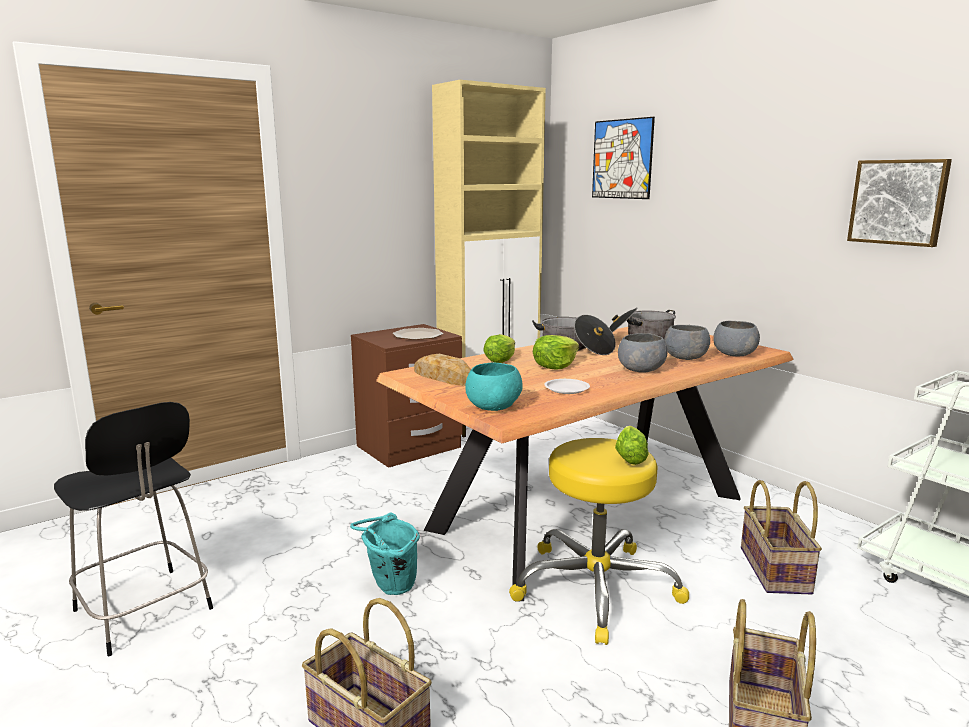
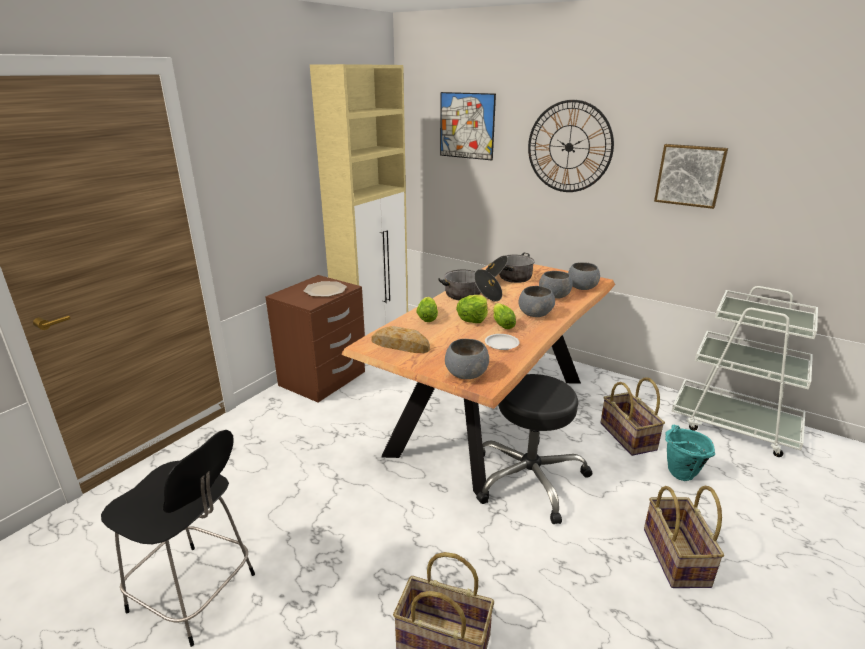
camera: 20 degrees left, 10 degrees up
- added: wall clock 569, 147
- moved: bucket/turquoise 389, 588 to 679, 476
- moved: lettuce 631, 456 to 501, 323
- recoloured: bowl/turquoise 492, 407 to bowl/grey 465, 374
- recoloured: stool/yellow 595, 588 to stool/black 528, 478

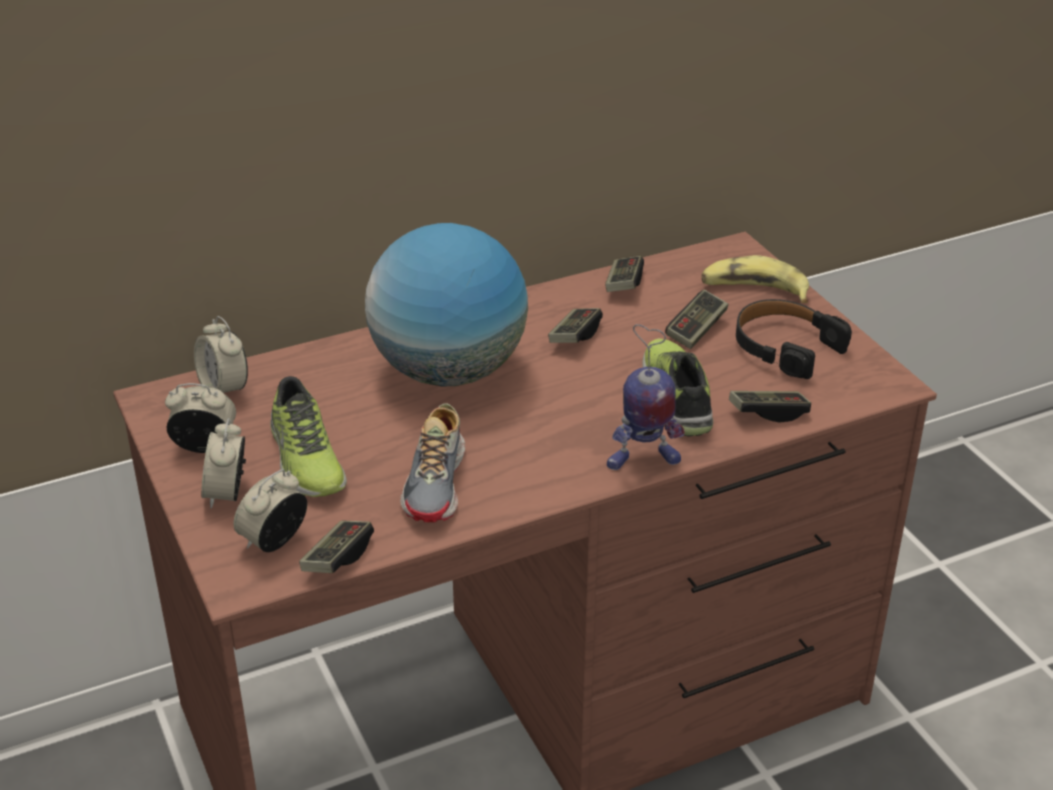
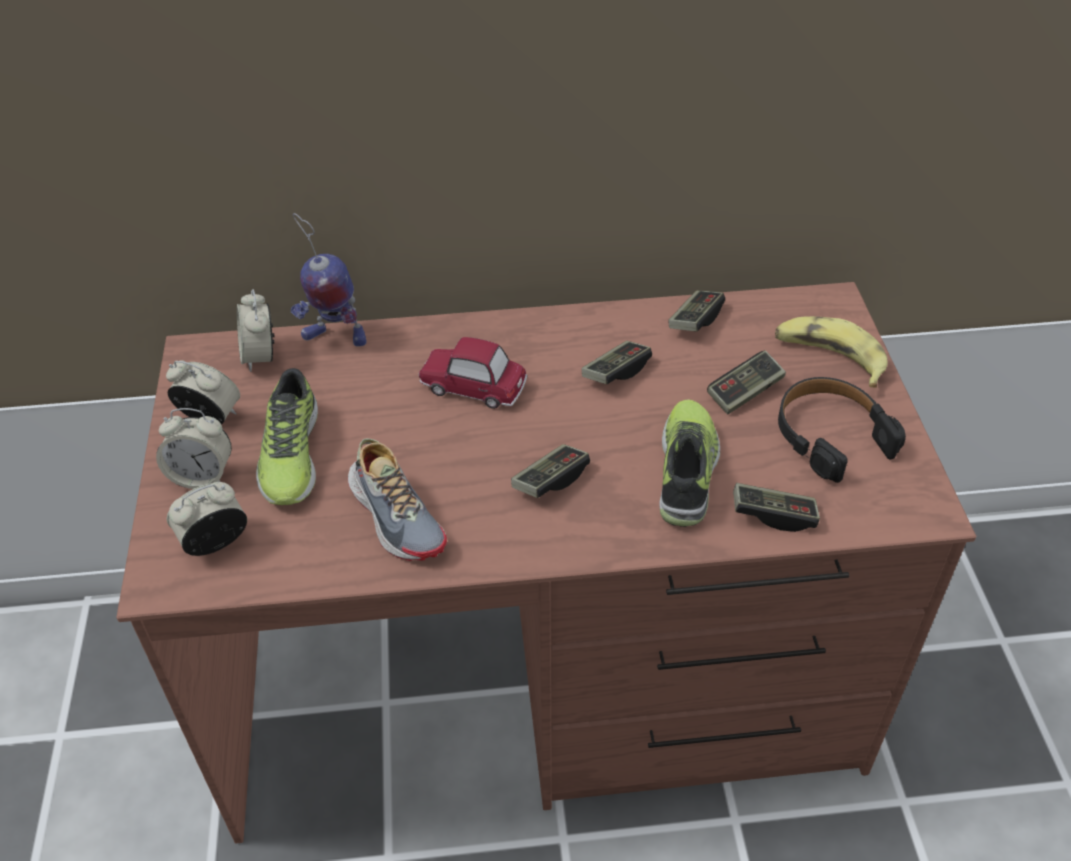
camera: 20 degrees right, 10 degrees up
- moved: game controller 337, 558 to 550, 480
- moved: toy robot 642, 460 to 334, 337
- replaced: globe 449, 371 to toy car 473, 385
- turned: alarm clock 227, 493 = 202, 476 105 degrees counterclockwise
- turned: shoe 437, 483 = 397, 515 60 degrees counterclockwise

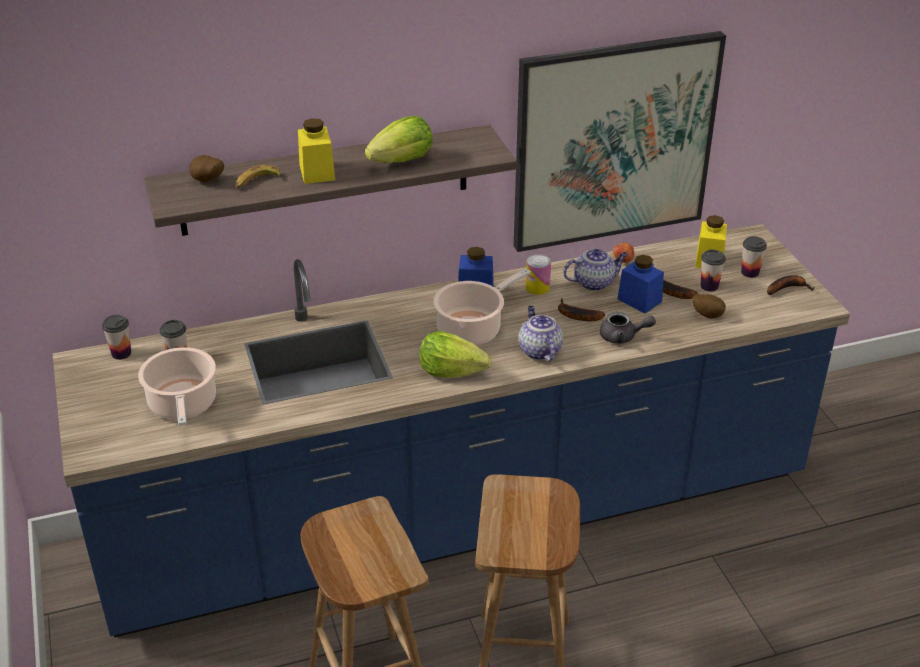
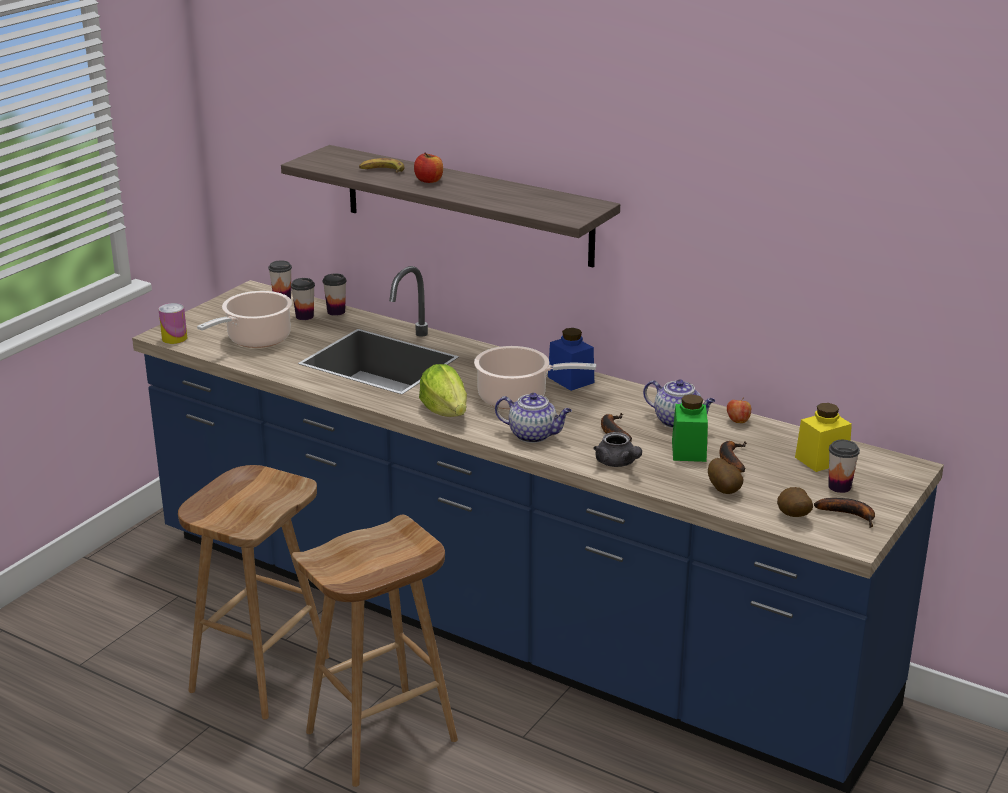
camera: 50 degrees right, 10 degrees down
- removed: lettuce 402, 161
- removed: picture 613, 141
- moved: potato 207, 181 to 792, 517
- moved: can 537, 287 to 174, 338
- moved: cup 709, 286 to 336, 312
- replaced: jar/yellow 317, 172 to apple 429, 180
- recoloured: jar/blue 639, 300 to jar/green 688, 451
- turned: teapot 539, 351 = 534, 435 75 degrees clockwise

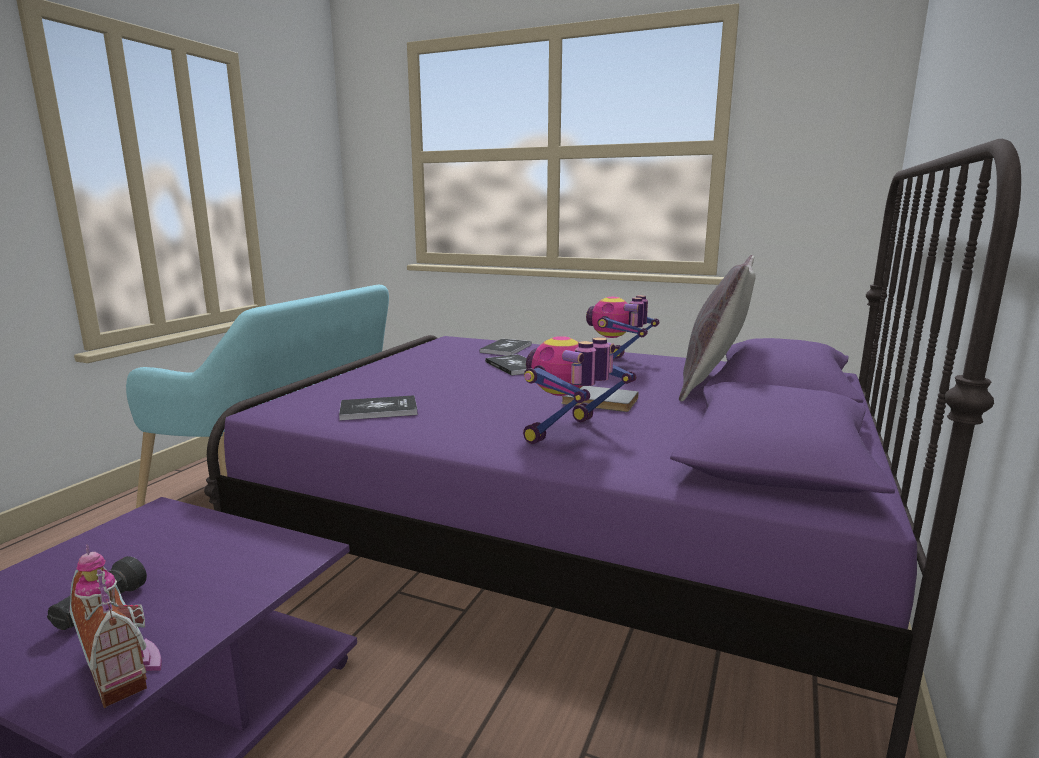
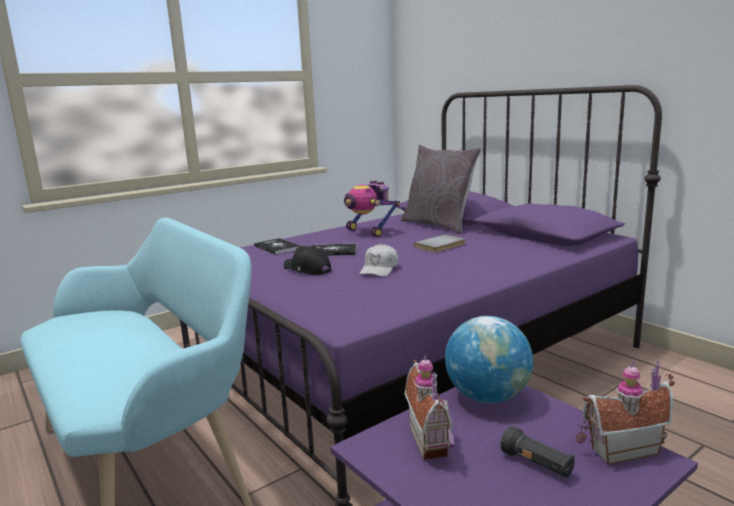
camera: 60 degrees left, 0 degrees up
- removed: book 378, 410
- removed: toy robot 570, 434
- added: cap/black 307, 269
- added: cap/white 379, 269
- added: toy house 433, 440
- added: globe 487, 397

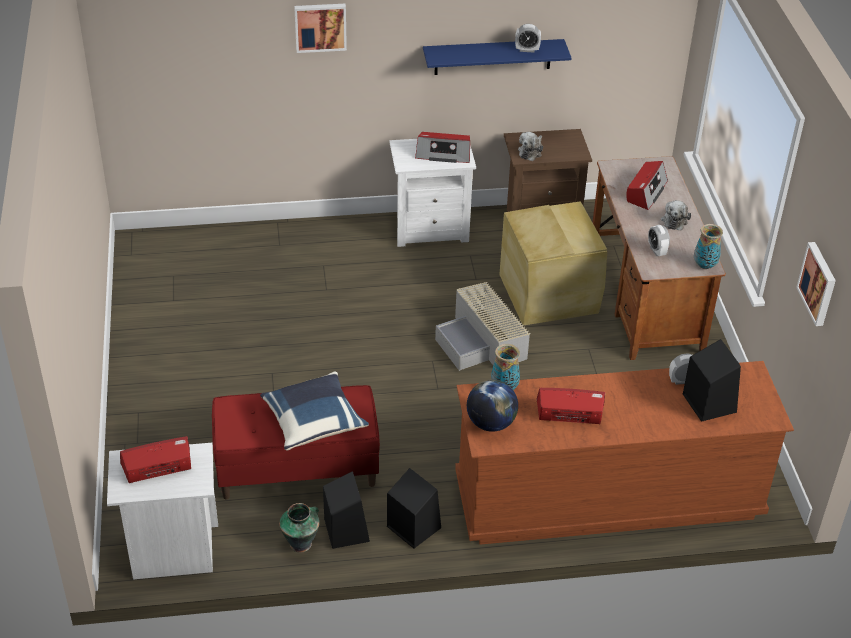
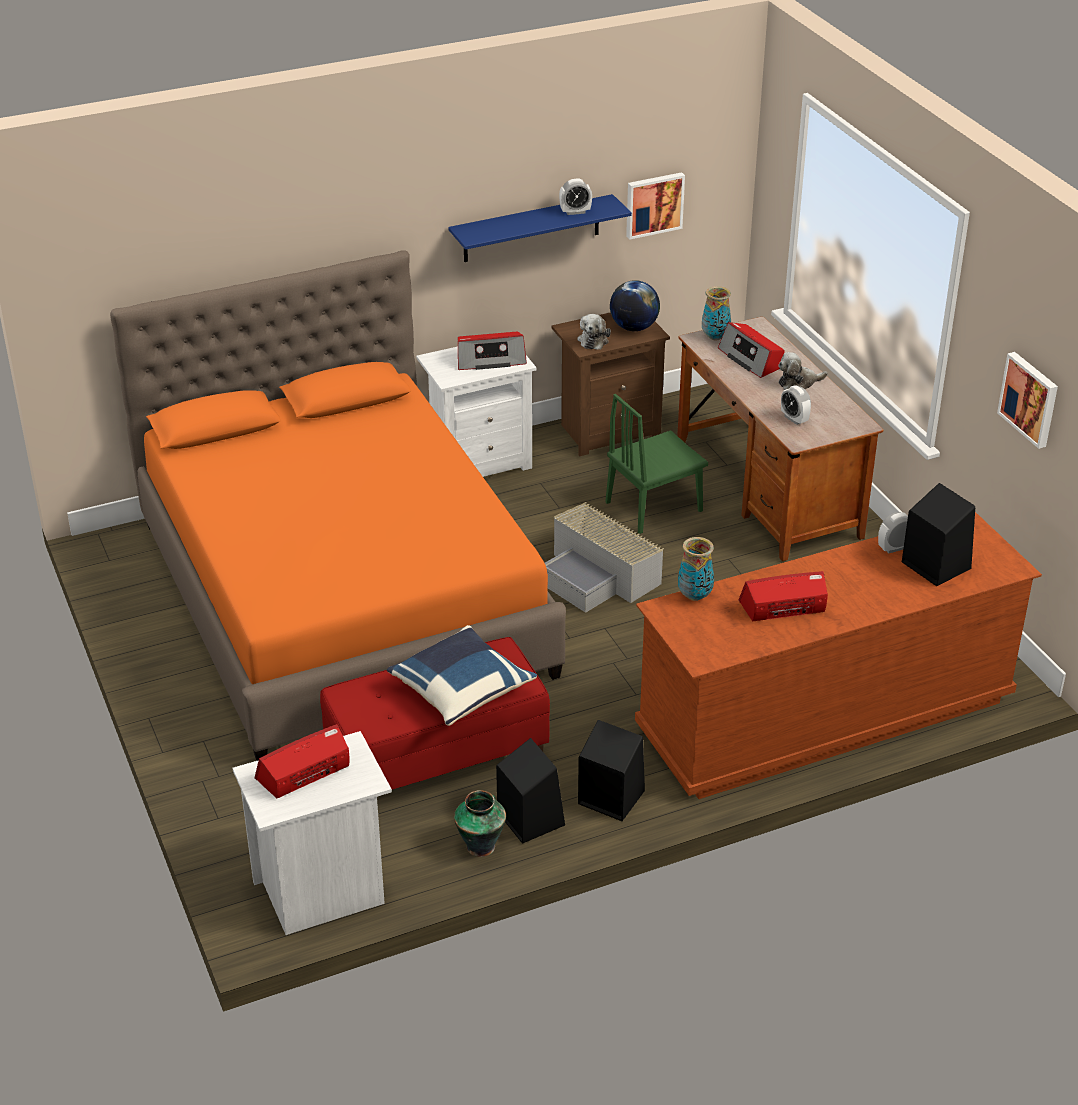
camera: 15 degrees left, 5 degrees down
- added: bed/orange 343, 596
- moved: picture 320, 26 to 653, 204
- moved: globe 491, 423 to 634, 328
- moved: vase 705, 265 to 715, 337
- replaced: storage box/beige 549, 292 to chair/green 654, 506
- turned: radio 646, 192 = 751, 359 135 degrees clockwise
- turned: plush toy 674, 220 = 798, 383 75 degrees clockwise

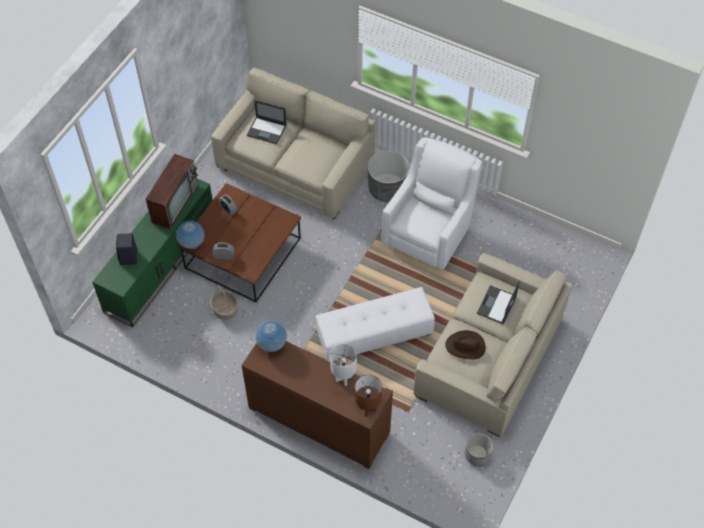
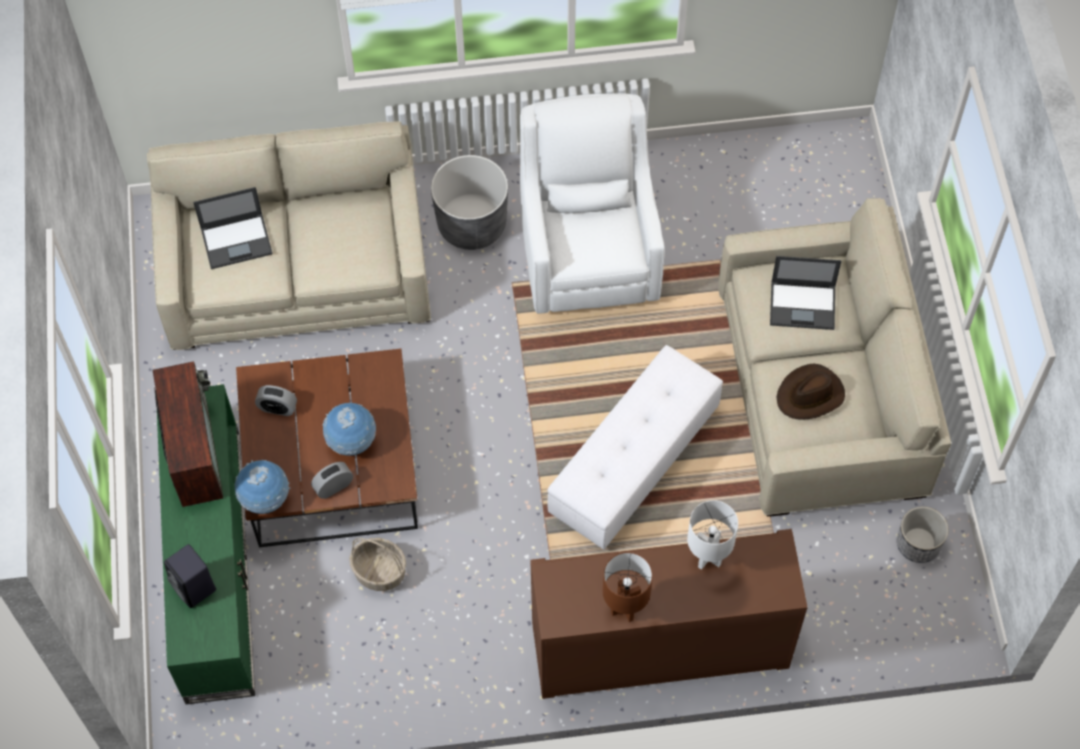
camera: 35 degrees left, 5 degrees up
- moved: globe 272, 345 to 352, 442
- moved: table lamp/brown 368, 409 to 625, 608
- turned: laptop 496, 305 = 803, 305 75 degrees counterclockwise

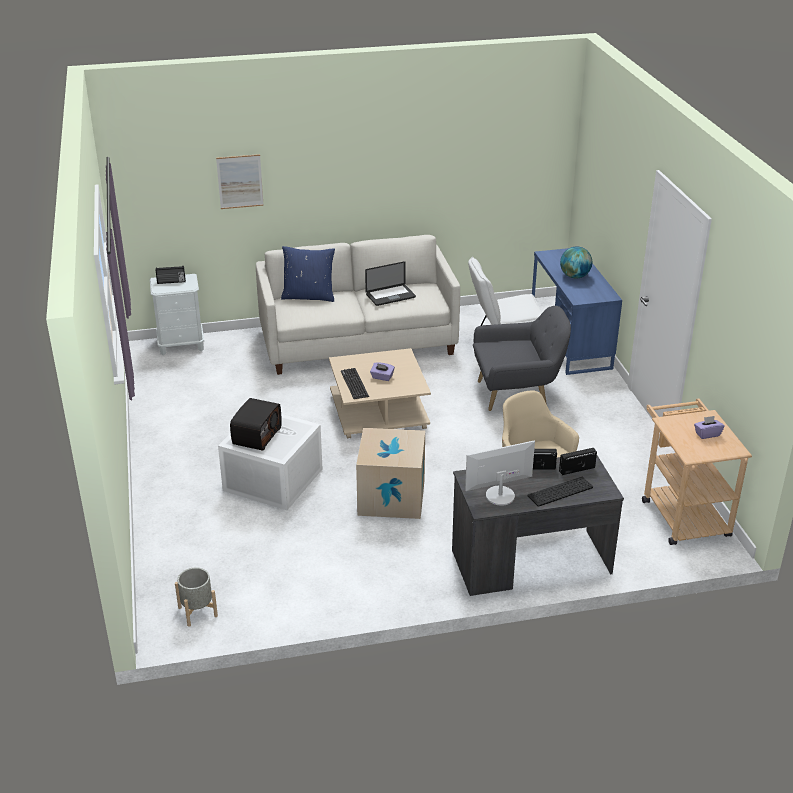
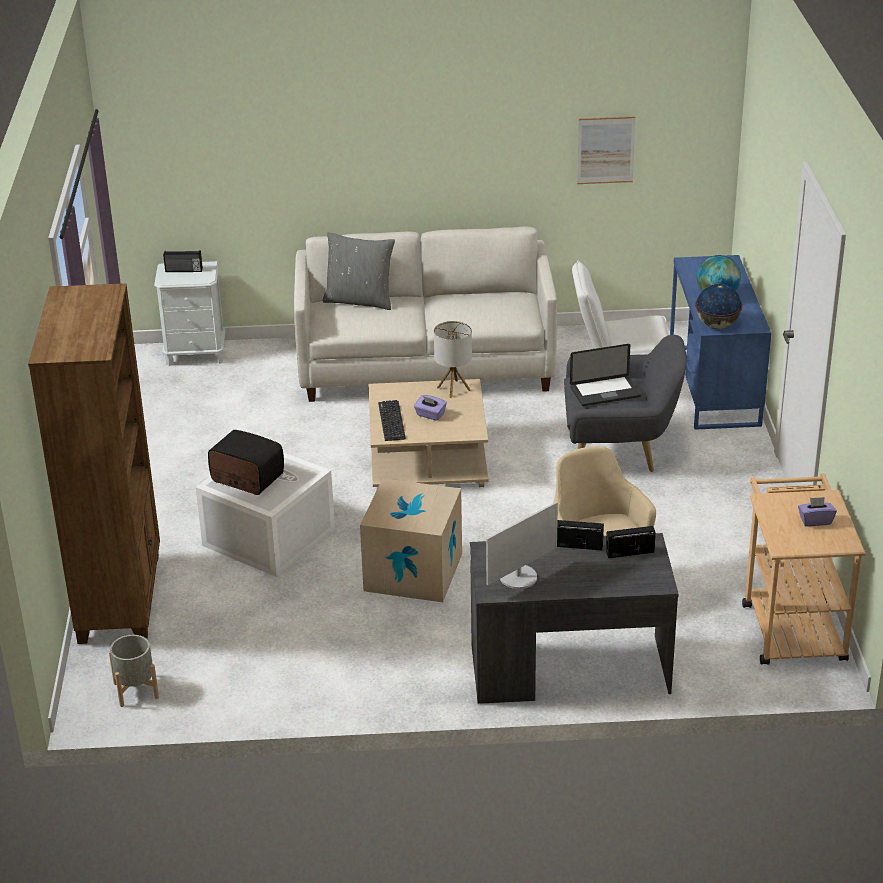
camera: 10 degrees right, 0 degrees up
- removed: keyboard 560, 492
- added: bookcase/brown 121, 597
- added: table lamp 453, 389
- added: globe 717, 325
- moved: picture 240, 181 to 605, 150
- moved: laptop 390, 296 to 605, 392
- recoloured: pillow/blue 309, 296 to pillow/grey 360, 300
- turned: radio 256, 436 = 246, 478 90 degrees counterclockwise
- turned: monitor 499, 495 = 518, 577 150 degrees clockwise

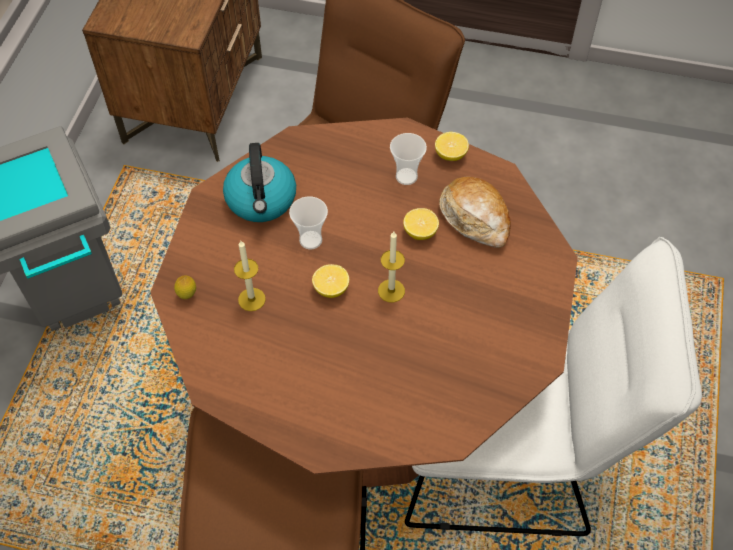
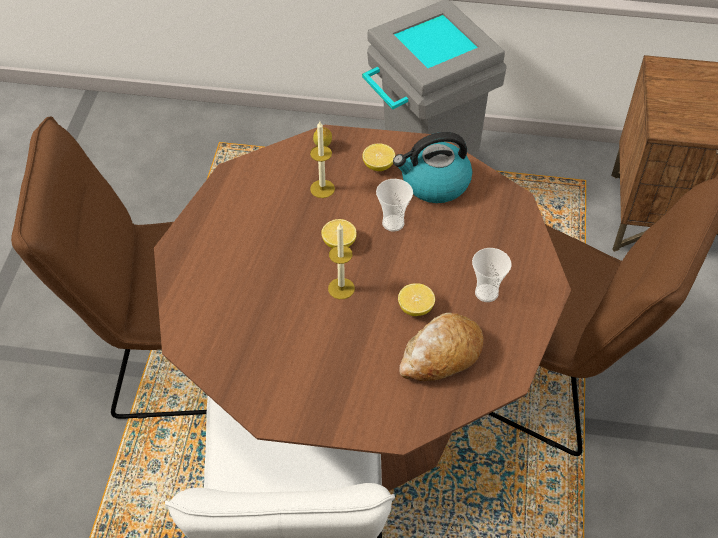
camera: 85 degrees right, 5 degrees down
- moved: lemon 450, 155 to 378, 166

